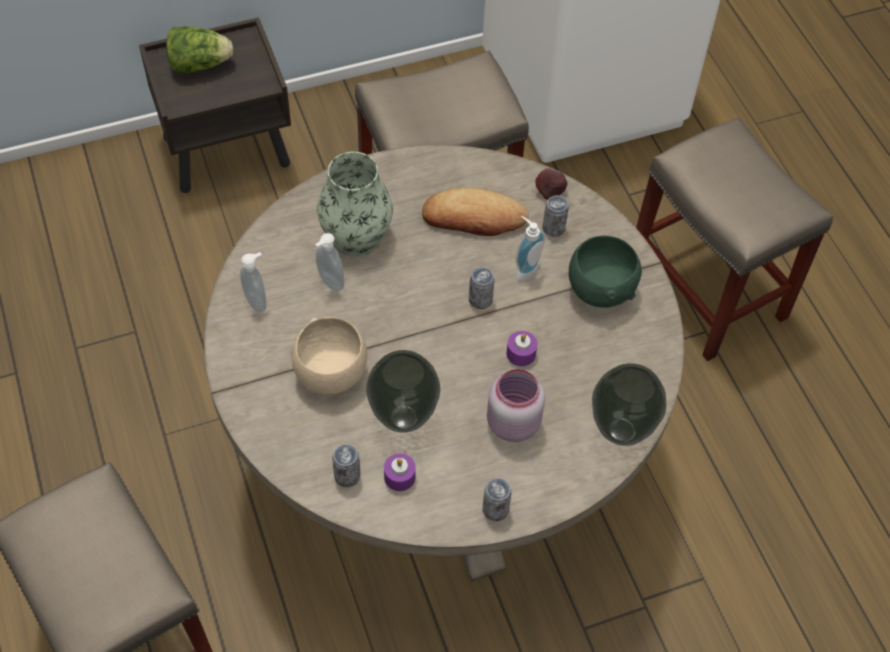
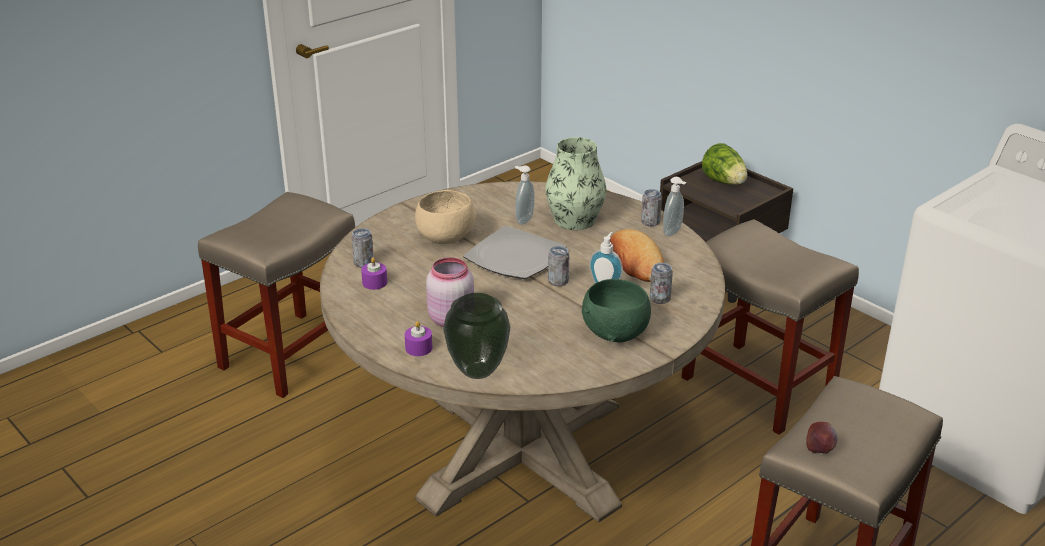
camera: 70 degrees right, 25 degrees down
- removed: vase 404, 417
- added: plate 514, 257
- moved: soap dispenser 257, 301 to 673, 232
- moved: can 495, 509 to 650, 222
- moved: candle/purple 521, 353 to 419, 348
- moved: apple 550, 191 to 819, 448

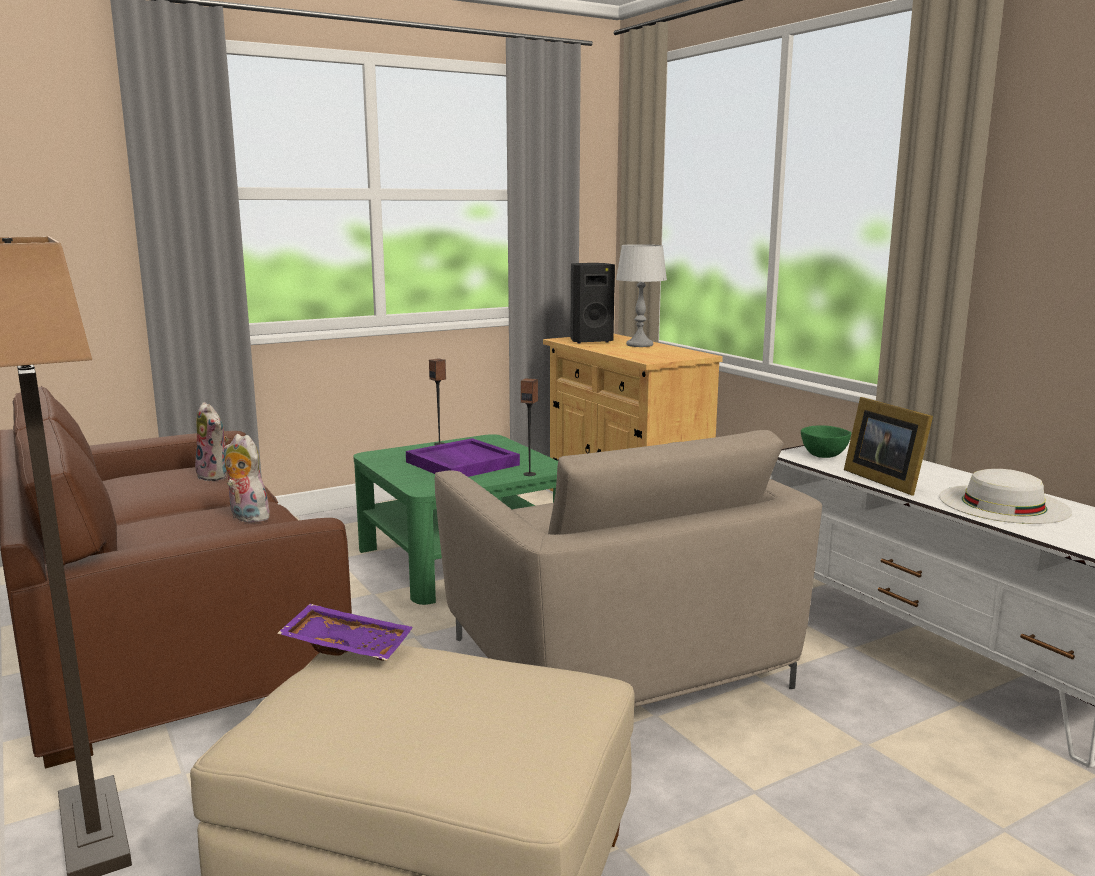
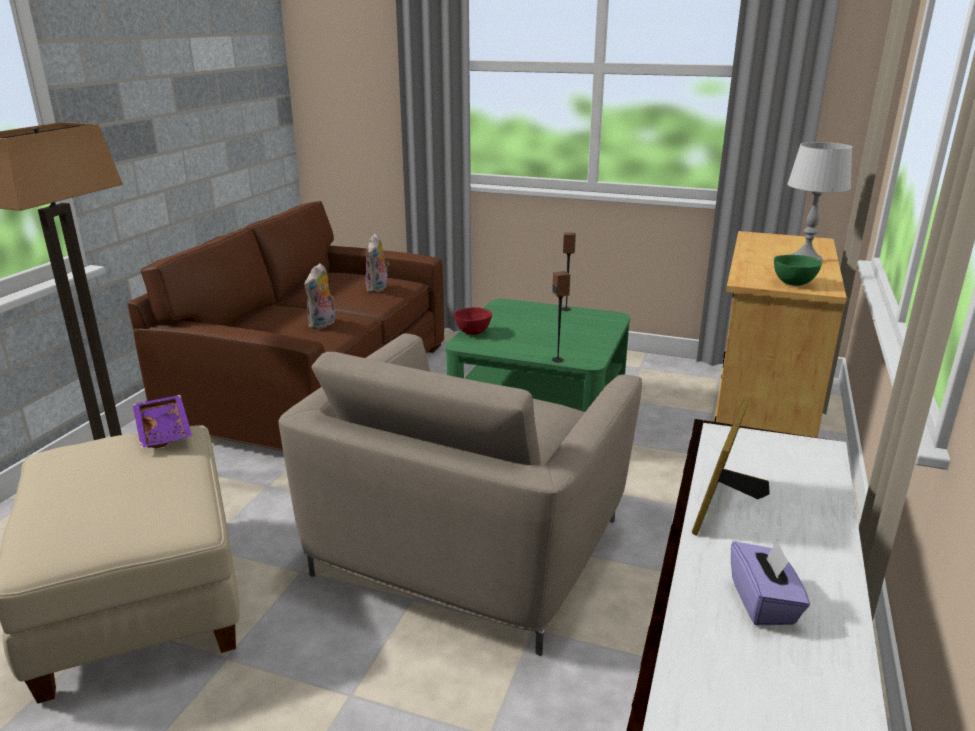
camera: 50 degrees right, 10 degrees up
- removed: tray/purple 461, 463
- removed: speaker/black 590, 341
- added: bowl/red 472, 332
- moved: bowl/green 824, 456 to 793, 284
- replaced: hat/white 1003, 504 to tissue box/purple 763, 602
- turned: plush toy 246, 517 = 323, 325 150 degrees counterclockwise

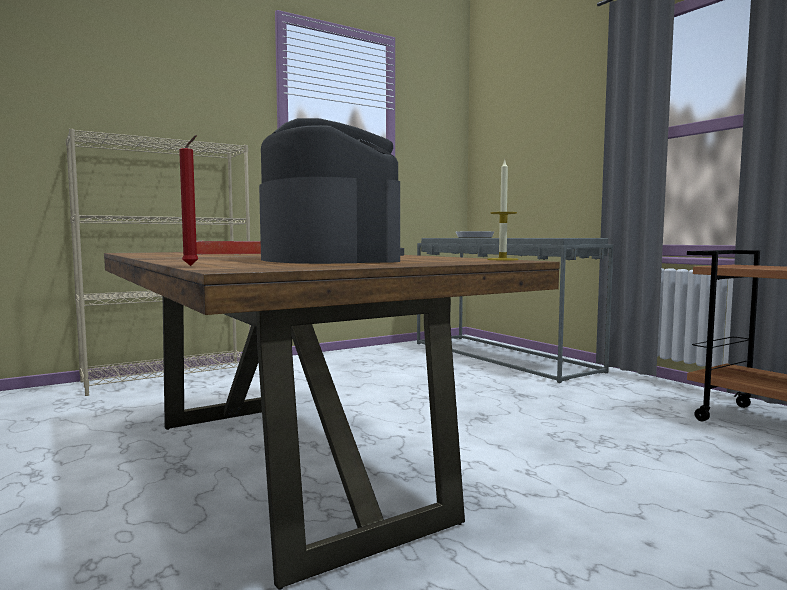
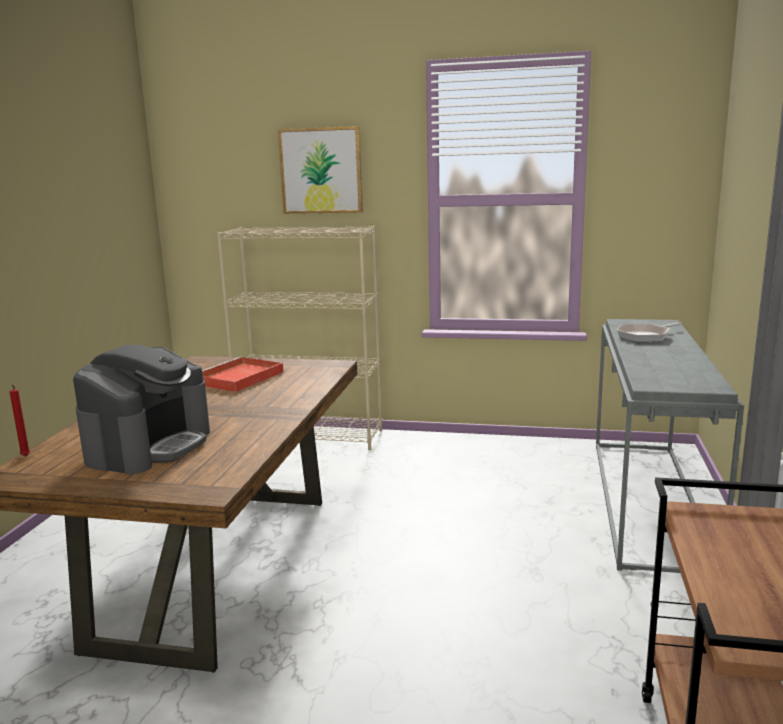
camera: 45 degrees right, 10 degrees up
- removed: candle 502, 259
- added: picture 321, 171

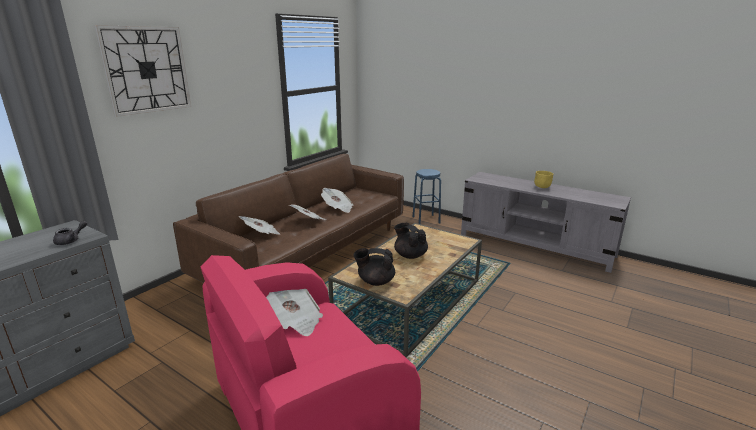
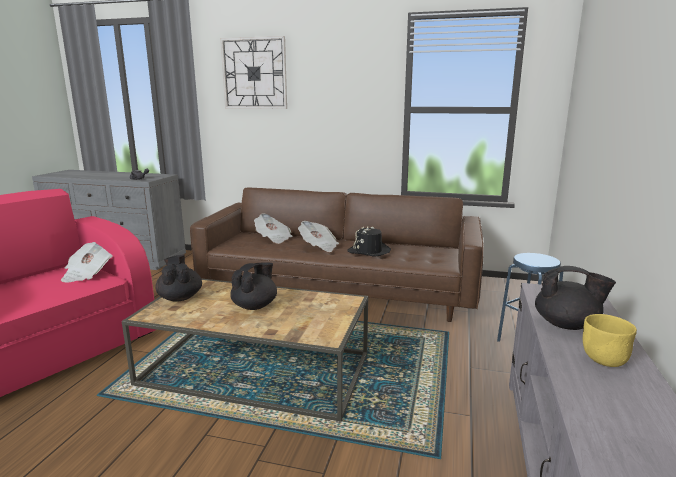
camera: 70 degrees right, 5 degrees down
- added: teapot/black 567, 325
- replaced: newspaper 338, 208 to hat/black 369, 251

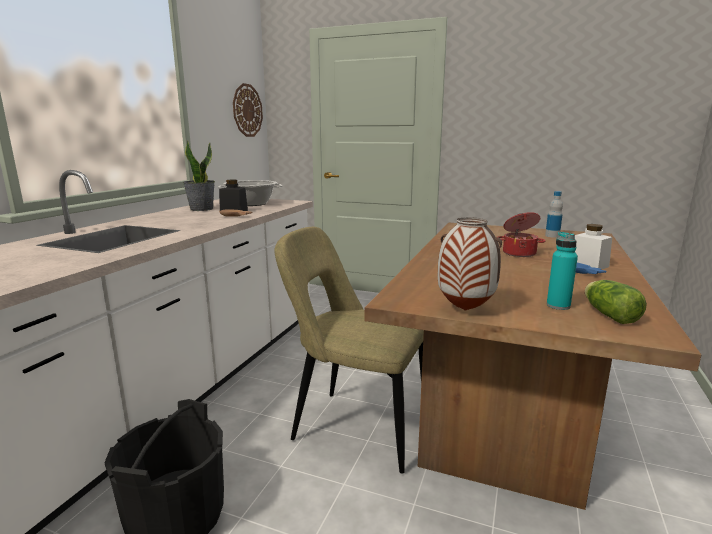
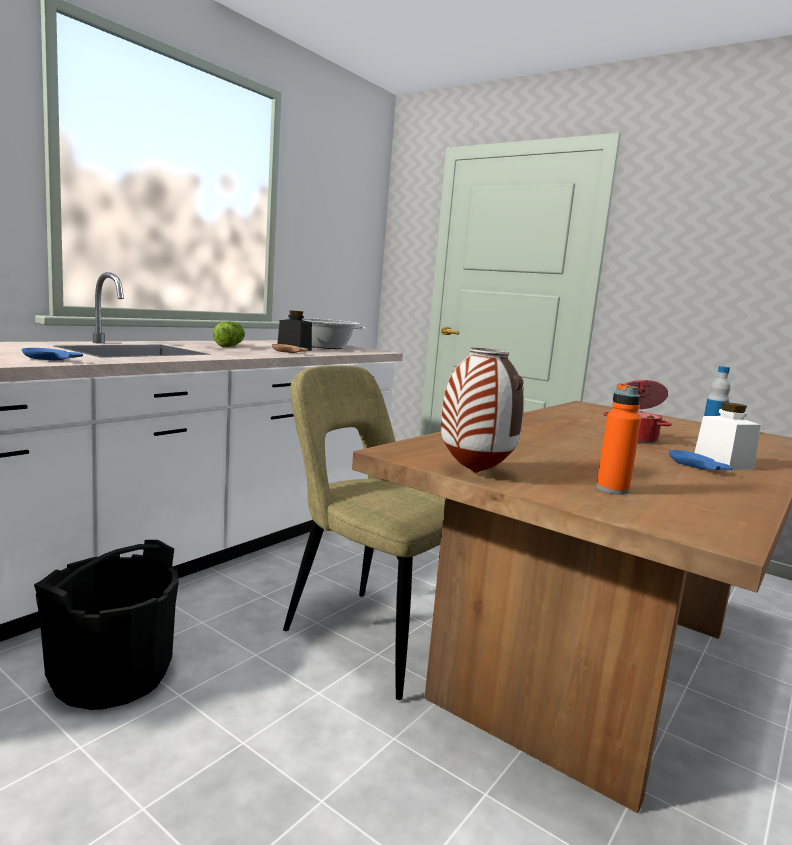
camera: 15 degrees right, 5 degrees down
- removed: potted plant 201, 209
- removed: wall clock 247, 110
- added: bowl/blue 52, 360
- moved: lettuce 608, 314 to 231, 346
- recoloured: bottle/turquoise 558, 306 to bottle/orange 612, 489

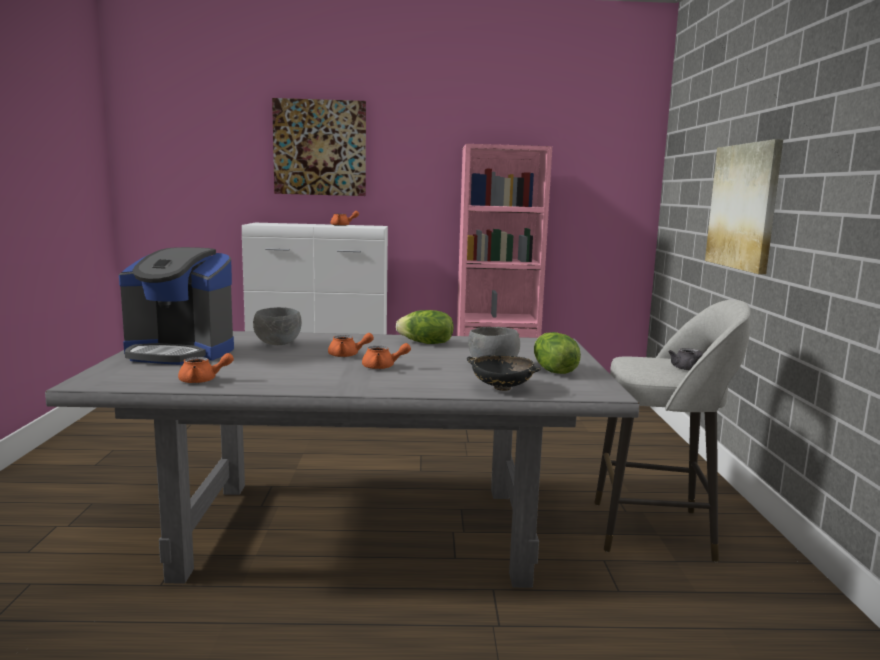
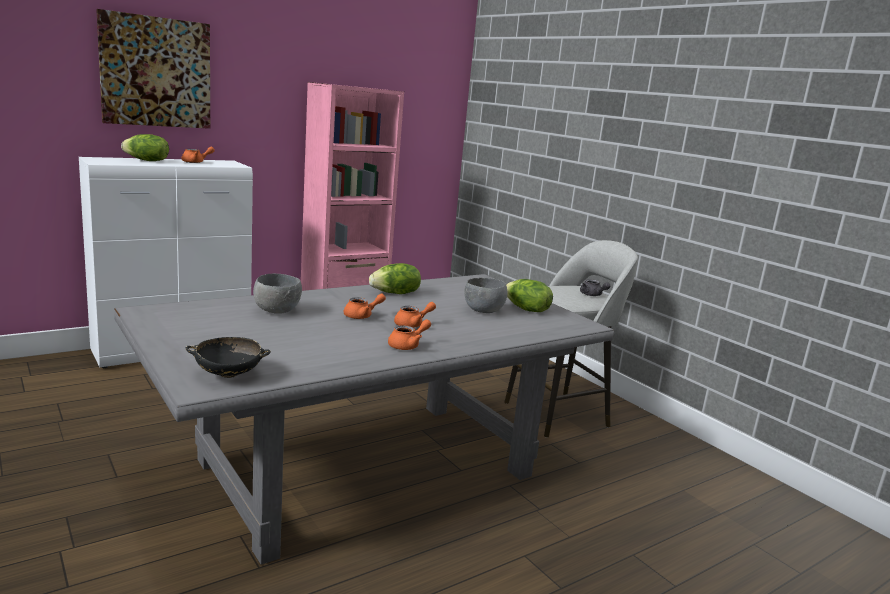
camera: 35 degrees left, 5 degrees up
- removed: coffee machine 180, 352
- removed: picture 743, 206
- added: lettuce 147, 161
- moved: teapot/orange 203, 380 to 408, 346
- moved: bowl/black 502, 388 to 228, 374

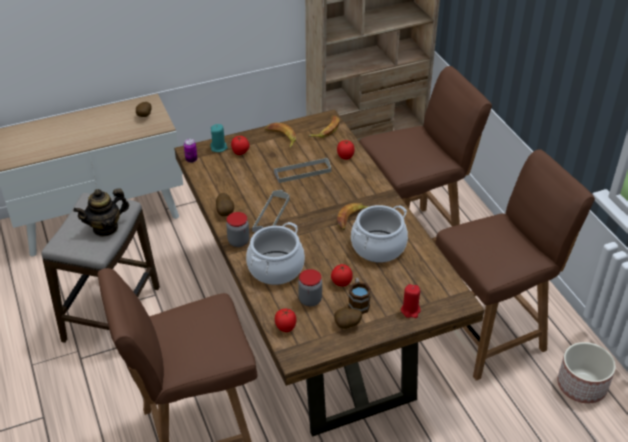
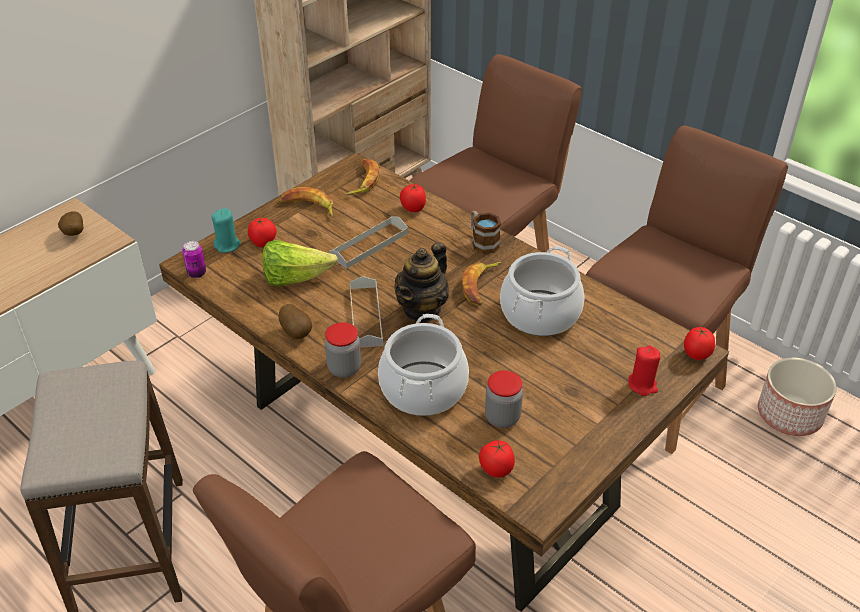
camera: 25 degrees left, 0 degrees up
- removed: potato 347, 325
- added: lettuce 295, 278
- moved: teapot 105, 228 to 422, 309
- moved: tomato 341, 283 to 696, 355
- moved: mug 358, 303 to 482, 242

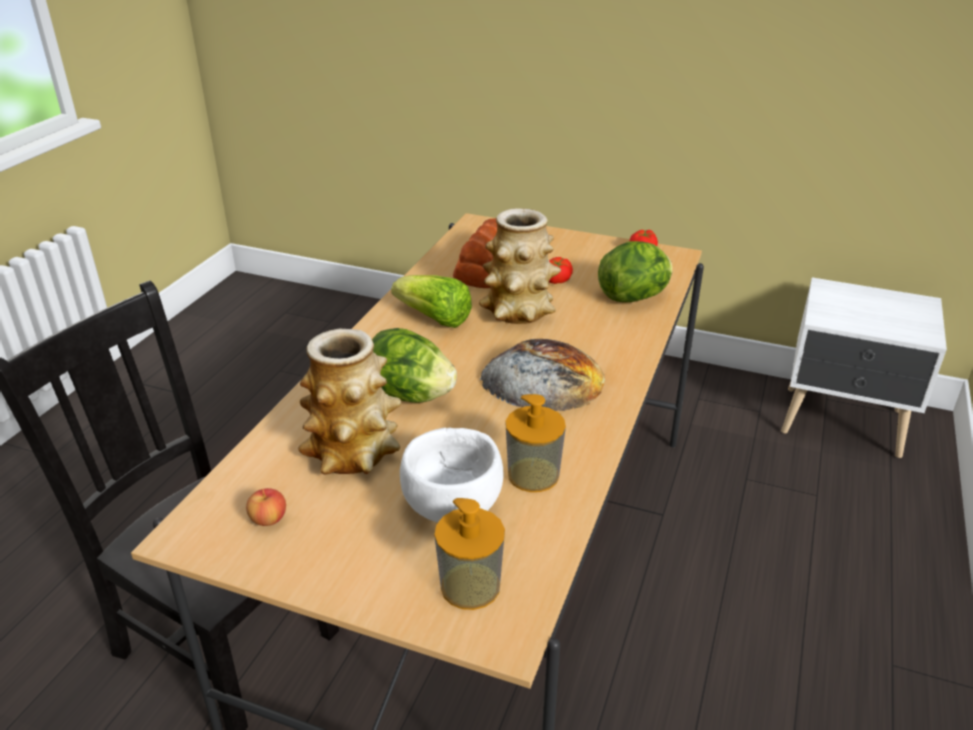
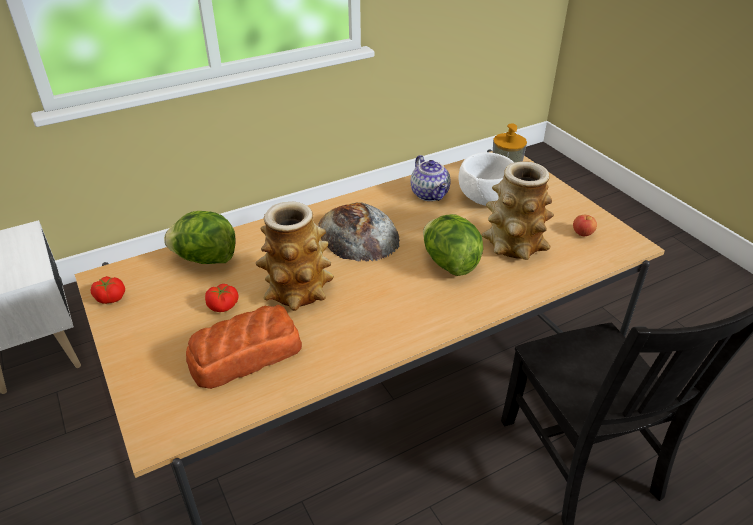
camera: 140 degrees left, 5 degrees up
- removed: lettuce 434, 319
- replaced: soap dispenser 533, 475 to teapot 430, 194

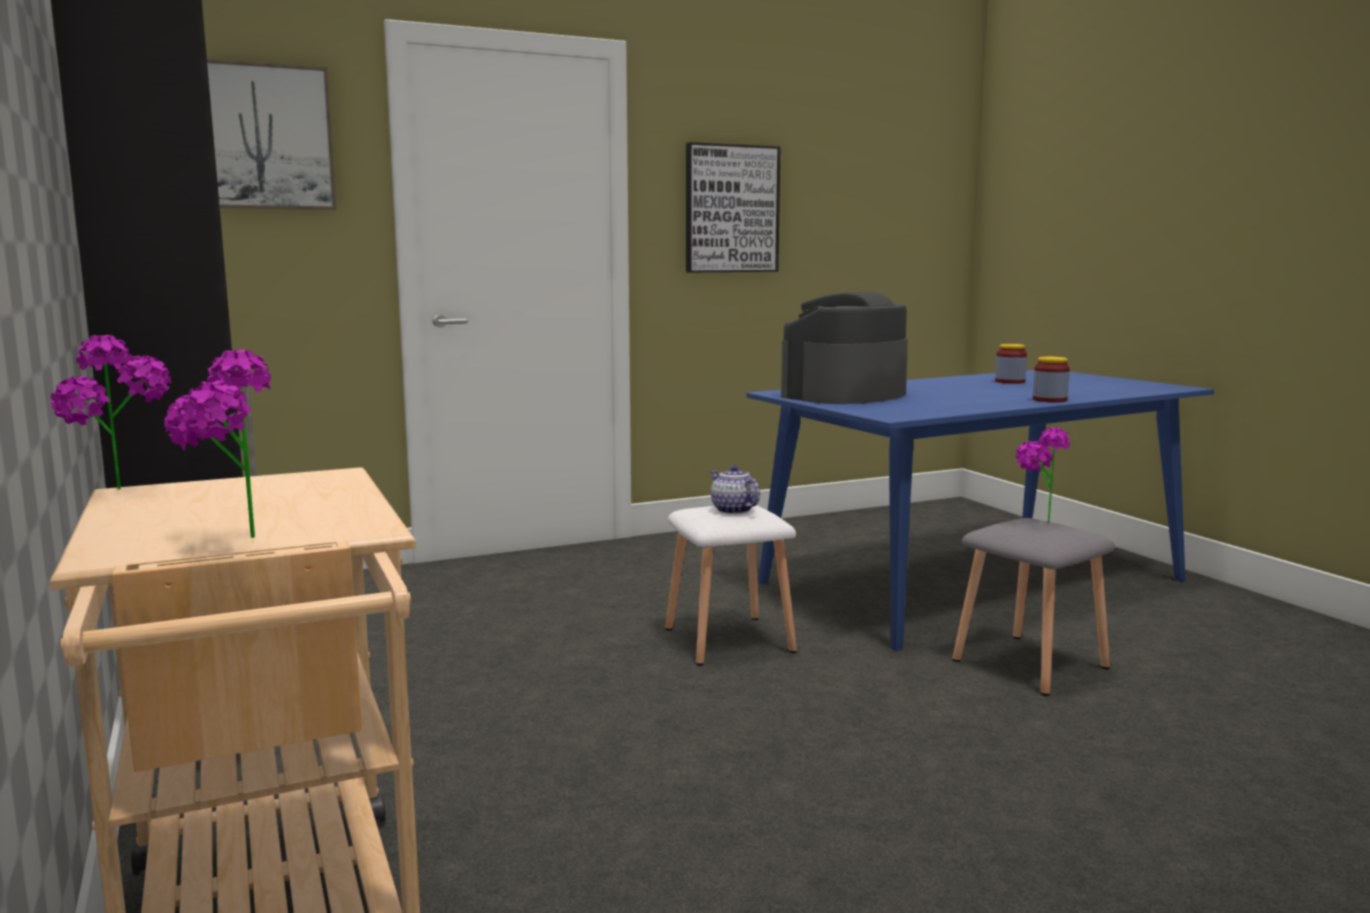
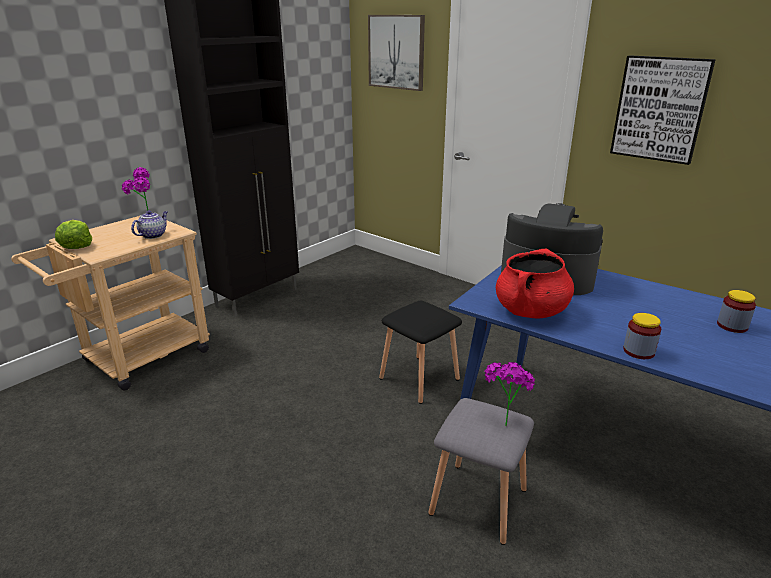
camera: 65 degrees right, 15 degrees up
- added: cooking pot/red 531, 311
- moved: teapot 732, 510 to 153, 235
- replaced: potted plant 229, 542 to lettuce 76, 245
- recoloured: stool/white 727, 639 to stool/black 419, 378

